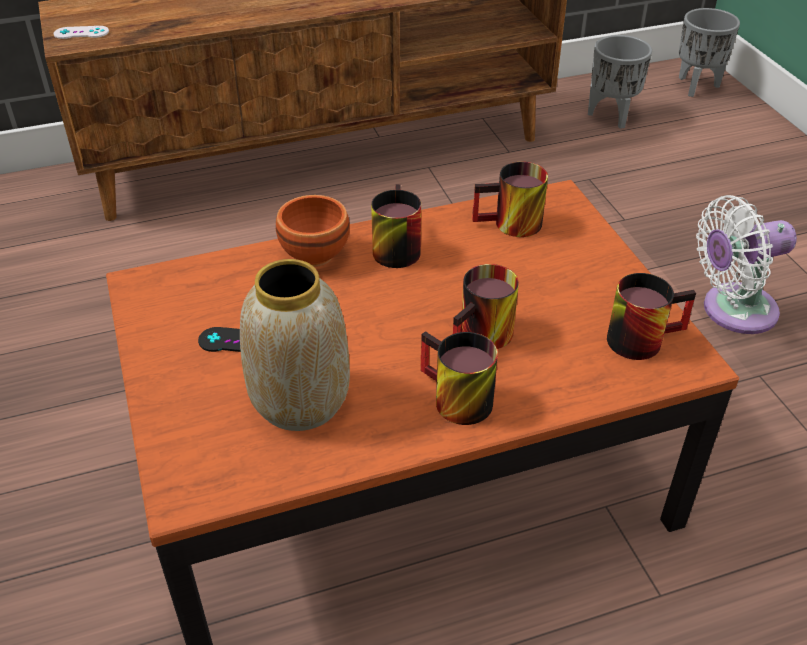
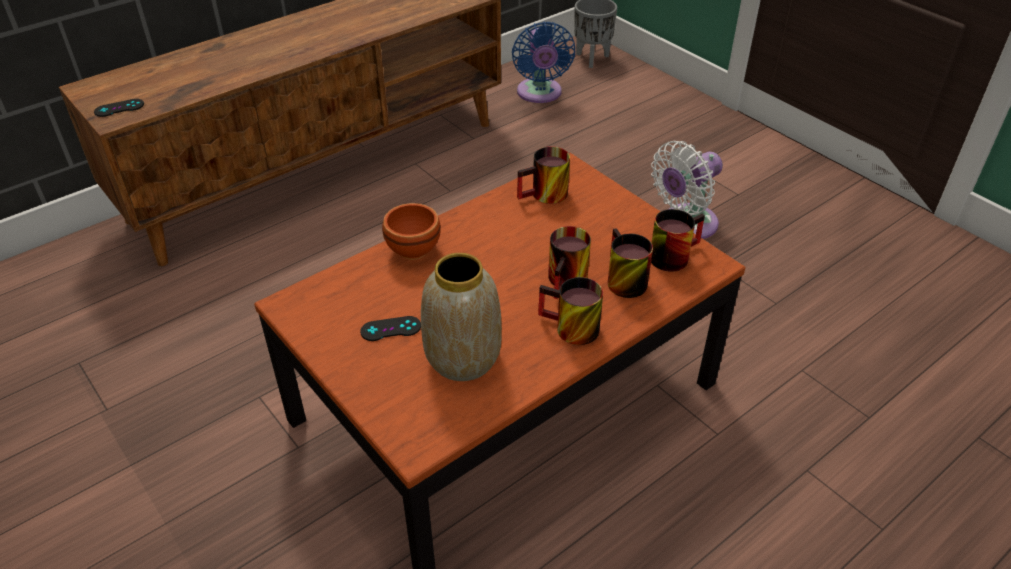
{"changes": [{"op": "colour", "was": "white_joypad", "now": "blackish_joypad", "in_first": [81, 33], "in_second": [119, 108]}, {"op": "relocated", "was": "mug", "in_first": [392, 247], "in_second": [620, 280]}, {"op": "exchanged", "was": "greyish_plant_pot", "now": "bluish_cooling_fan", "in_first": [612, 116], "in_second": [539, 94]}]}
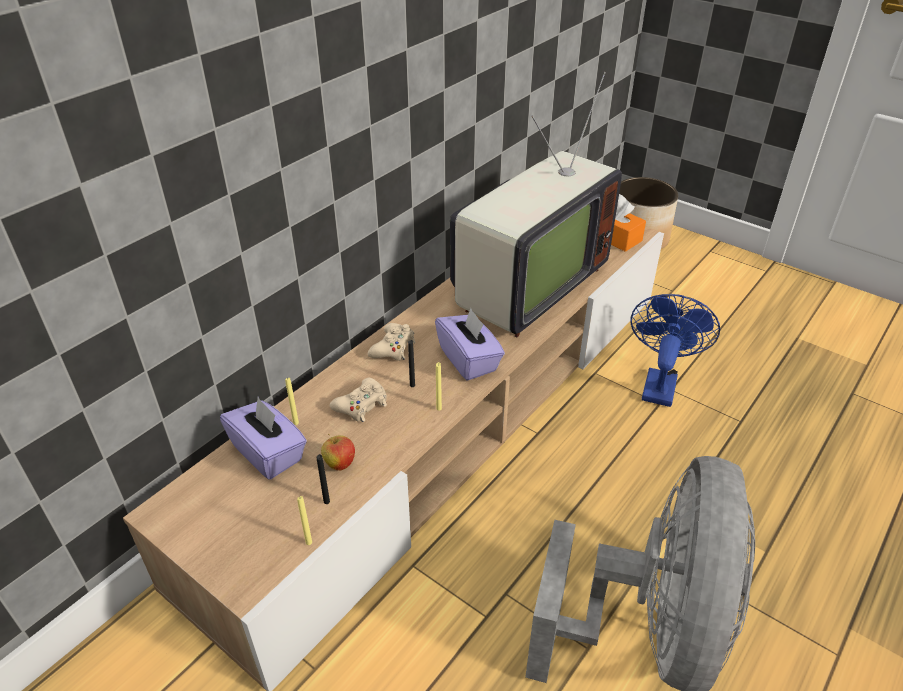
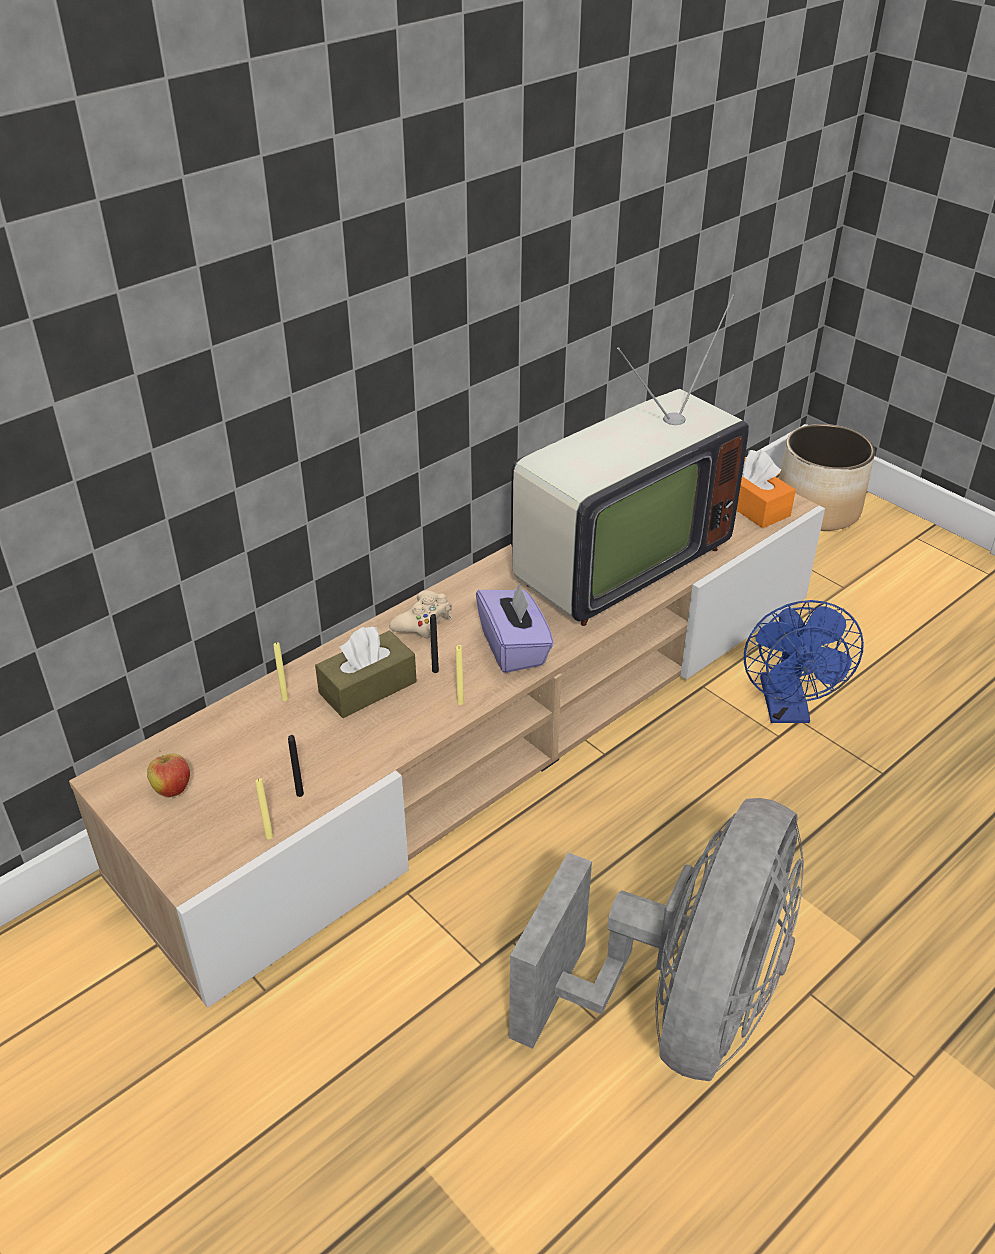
{"changes": [{"op": "missing", "was": "purple-coloured_box_of_tissues", "in_first": [269, 453]}, {"op": "relocated", "was": "apple", "in_first": [339, 464], "in_second": [172, 789]}, {"op": "exchanged", "was": "beige-coloured_joypad", "now": "brownish_box_of_tissues", "in_first": [361, 405], "in_second": [367, 687]}, {"op": "spun", "was": "bluish_cooling_fan", "in_first": [659, 383], "in_second": [787, 710], "clockwise": 150}]}
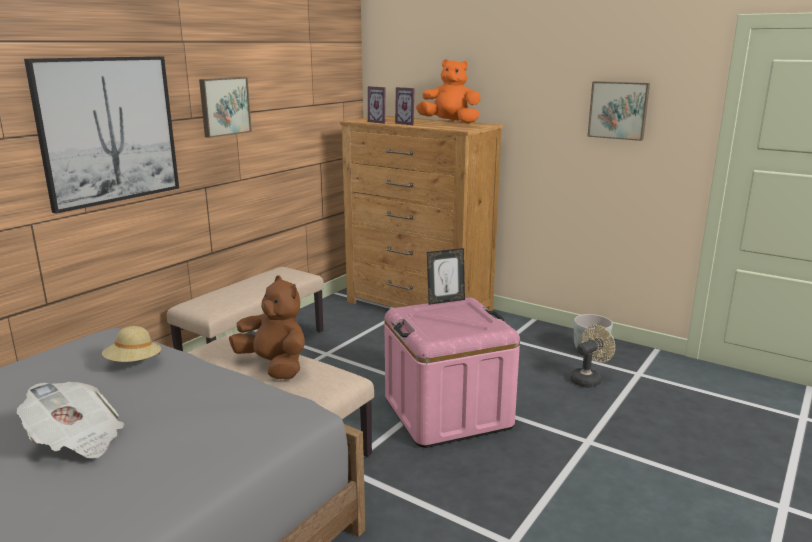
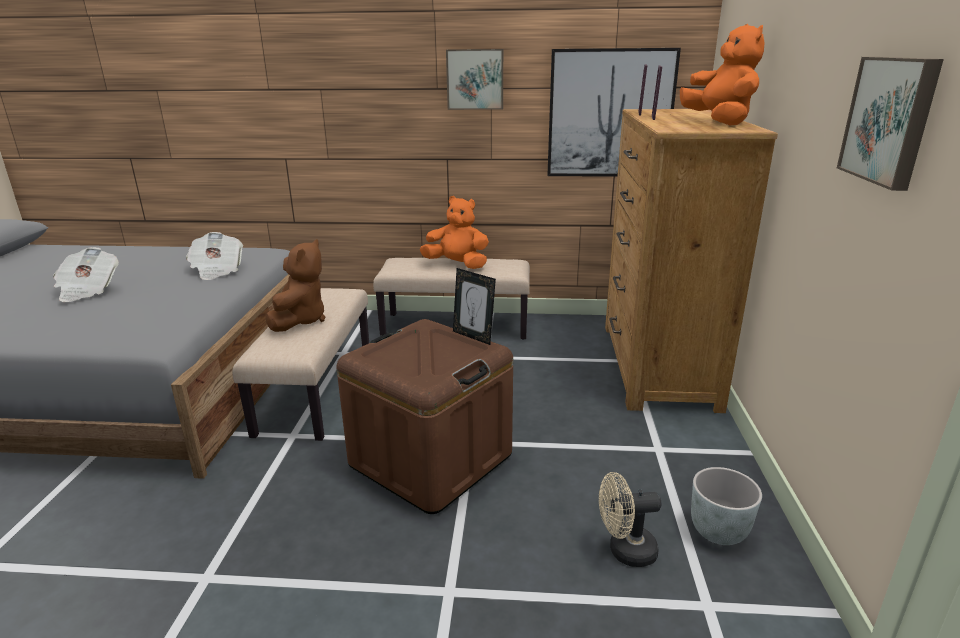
{"changes": [{"op": "relocated", "was": "picture", "in_first": [108, 130], "in_second": [610, 114]}, {"op": "exchanged", "was": "beige-coloured_hat", "now": "daily_paper", "in_first": [133, 363], "in_second": [217, 270]}, {"op": "colour", "was": "pinkish_storage_bin", "now": "brownish_storage_bin", "in_first": [447, 413], "in_second": [431, 460]}, {"op": "spun", "was": "beige-coloured_cooling_fan", "in_first": [588, 379], "in_second": [625, 551], "clockwise": 150}, {"op": "appeared", "now": "orange_cuddly_toy", "in_second": [457, 265]}]}
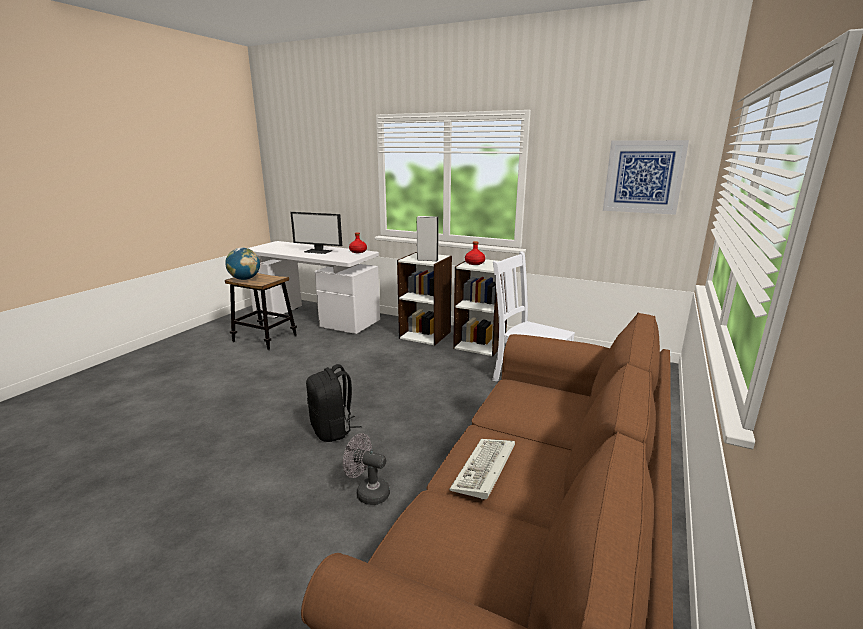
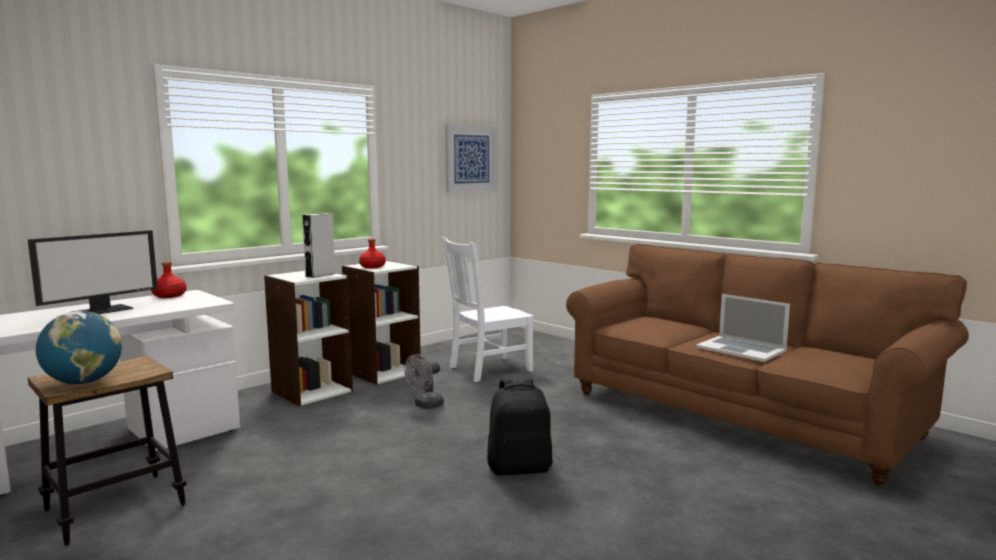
{"changes": [{"op": "relocated", "was": "greyish_cooling_fan", "in_first": [368, 492], "in_second": [425, 405]}, {"op": "exchanged", "was": "keyboard", "now": "laptop", "in_first": [484, 471], "in_second": [741, 349]}]}
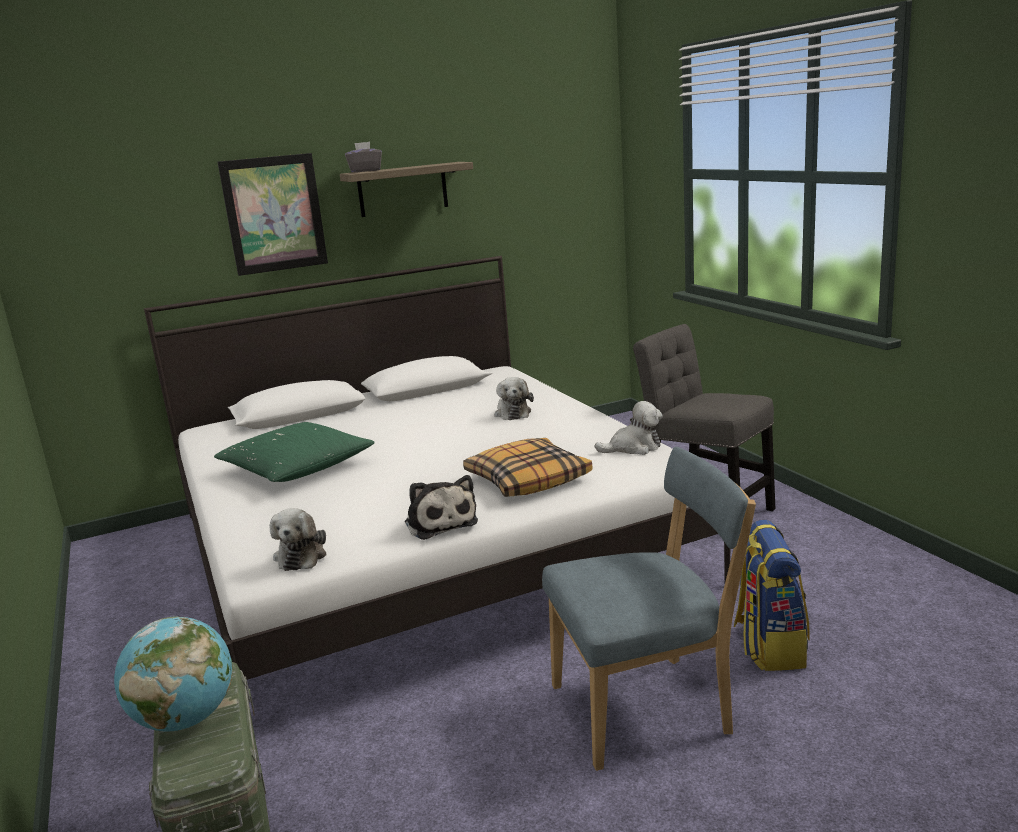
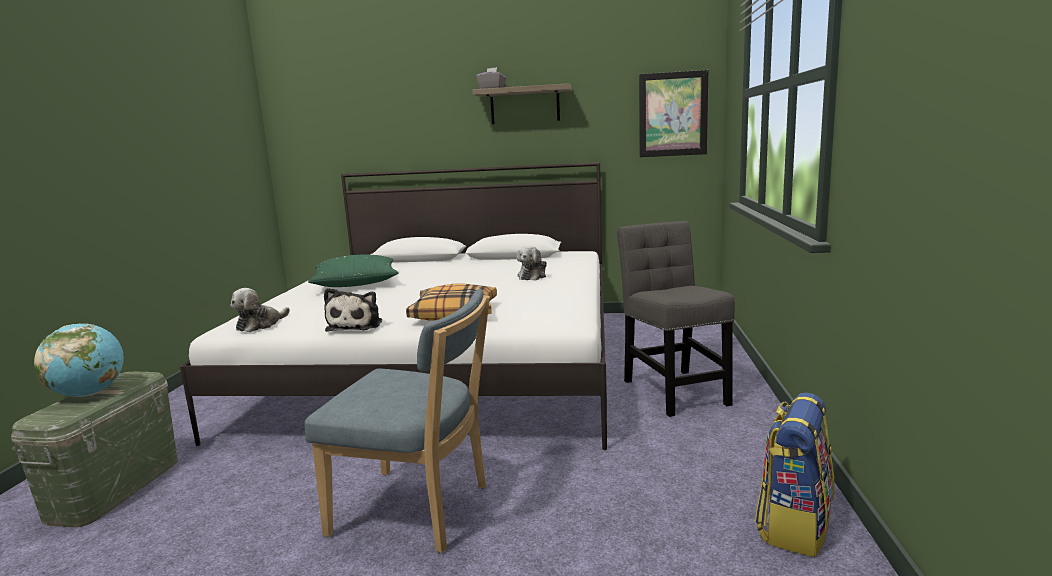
{"changes": [{"op": "relocated", "was": "picture", "in_first": [274, 214], "in_second": [673, 114]}, {"op": "missing", "was": "cuddly_toy", "in_first": [633, 448]}, {"op": "relocated", "was": "knapsack", "in_first": [769, 646], "in_second": [793, 525]}]}
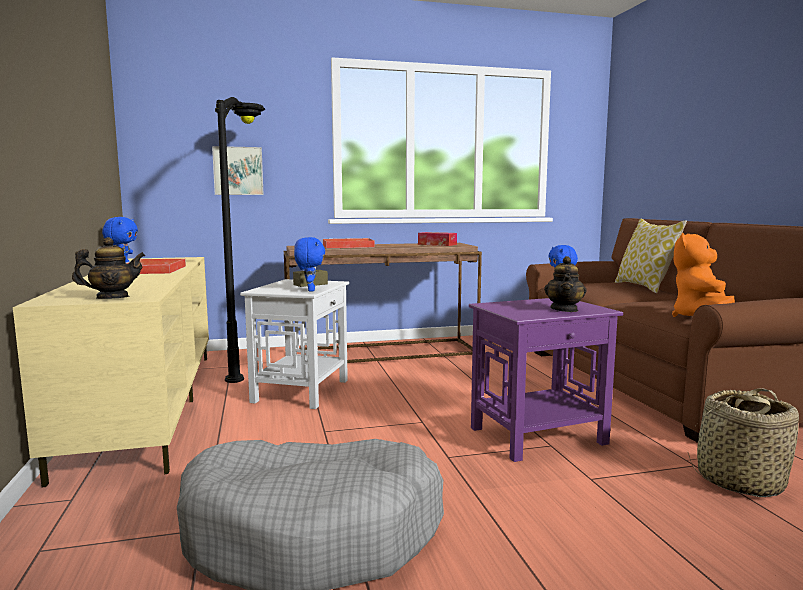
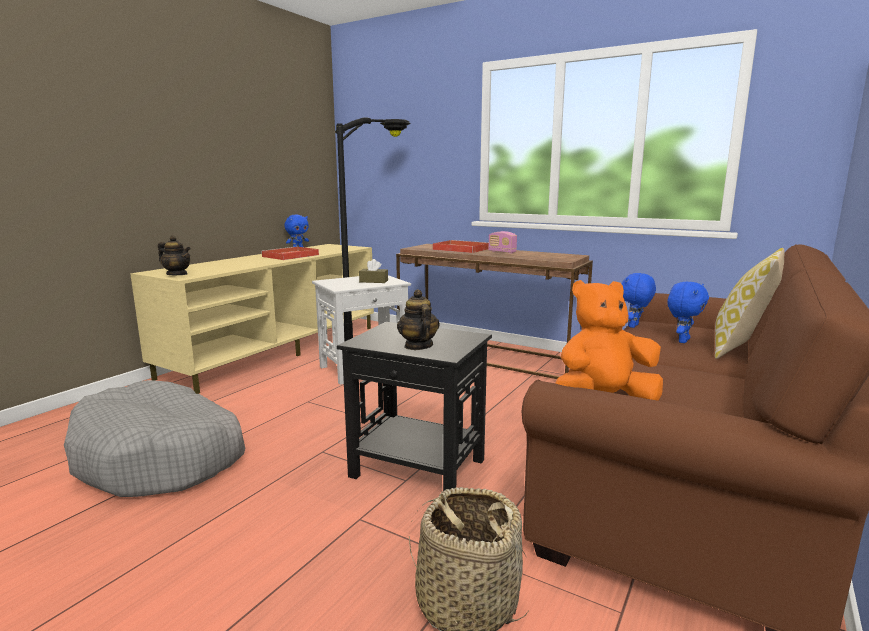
{"changes": [{"op": "missing", "was": "picture", "in_first": [238, 171]}, {"op": "relocated", "was": "bluish_cuddly_toy", "in_first": [310, 290], "in_second": [682, 340]}, {"op": "missing", "was": "box_of_tissues", "in_first": [437, 244]}, {"op": "colour", "was": "purple-coloured_end_table", "now": "blackish_end_table", "in_first": [539, 435], "in_second": [419, 468]}, {"op": "spun", "was": "teapot", "in_first": [564, 309], "in_second": [418, 346], "clockwise": 105}, {"op": "appeared", "now": "radio_set", "in_second": [502, 252]}]}
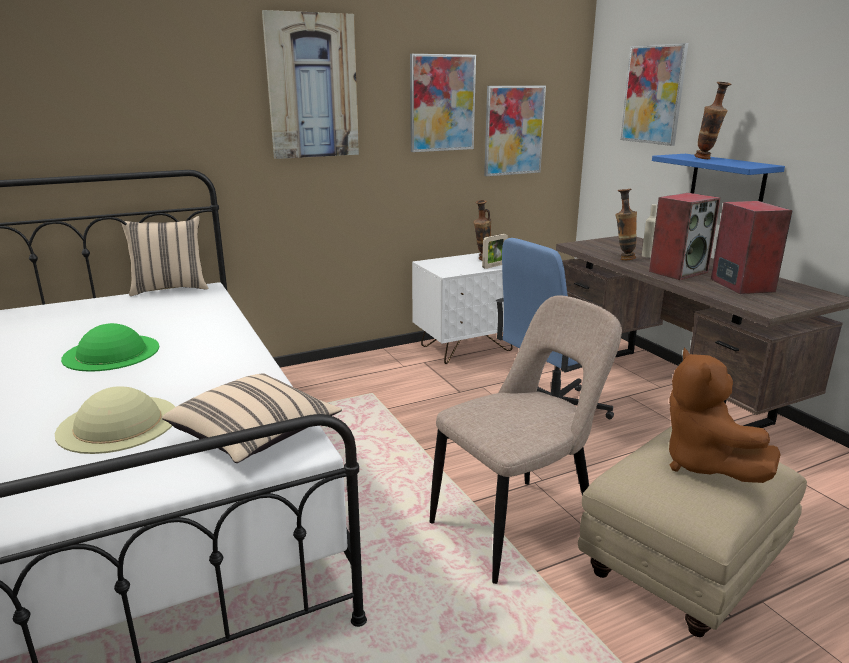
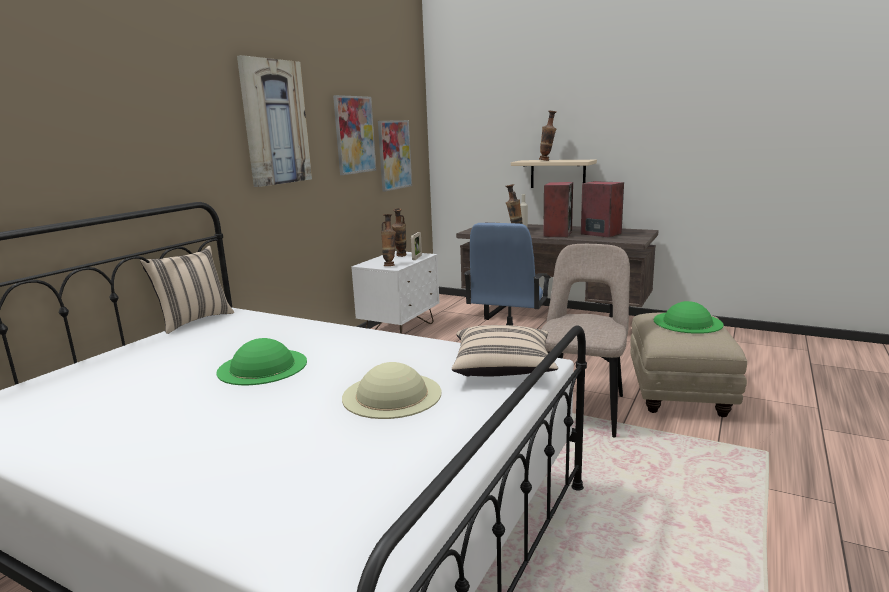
{"changes": [{"op": "missing", "was": "picture", "in_first": [653, 94]}, {"op": "colour", "was": "bluish_shelf", "now": "beige-coloured_shelf", "in_first": [727, 181], "in_second": [557, 174]}, {"op": "exchanged", "was": "brownish_cuddly_toy", "now": "greenish_hat", "in_first": [704, 465], "in_second": [687, 322]}, {"op": "appeared", "now": "vase", "in_second": [390, 265]}]}
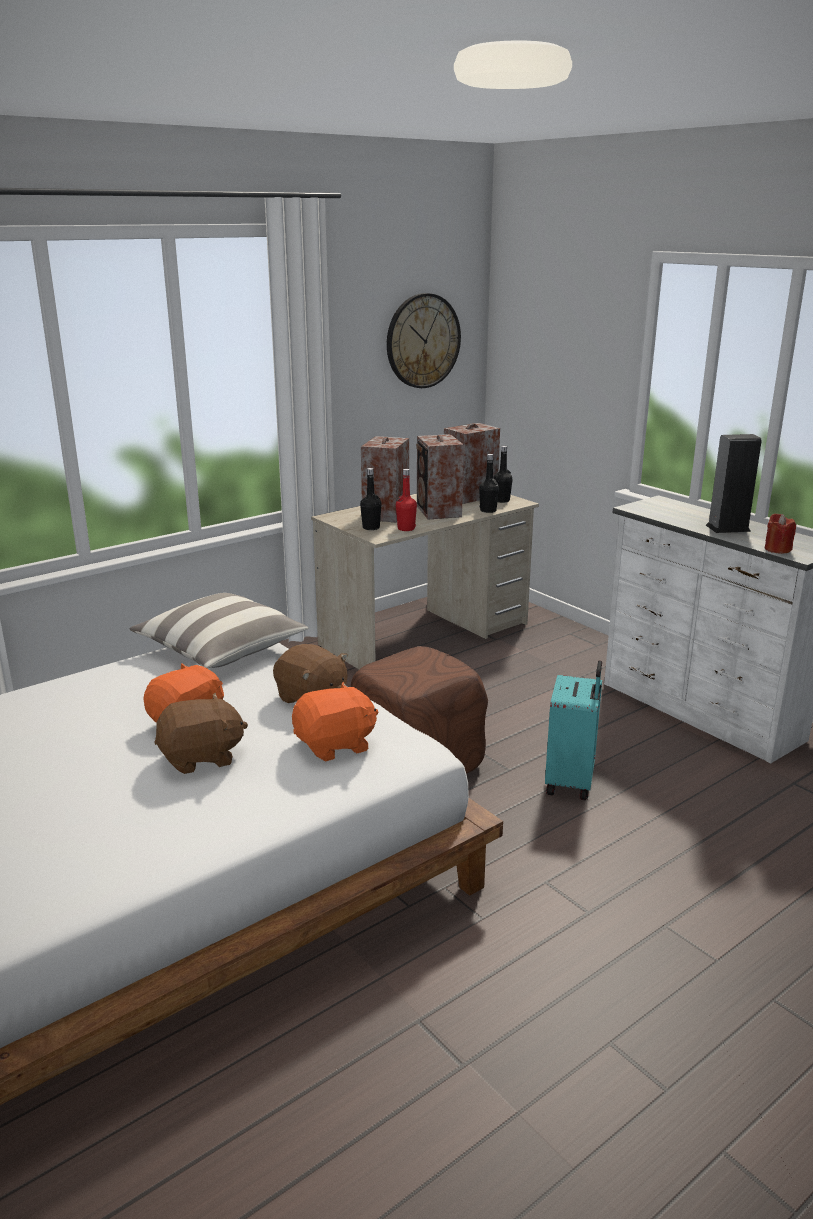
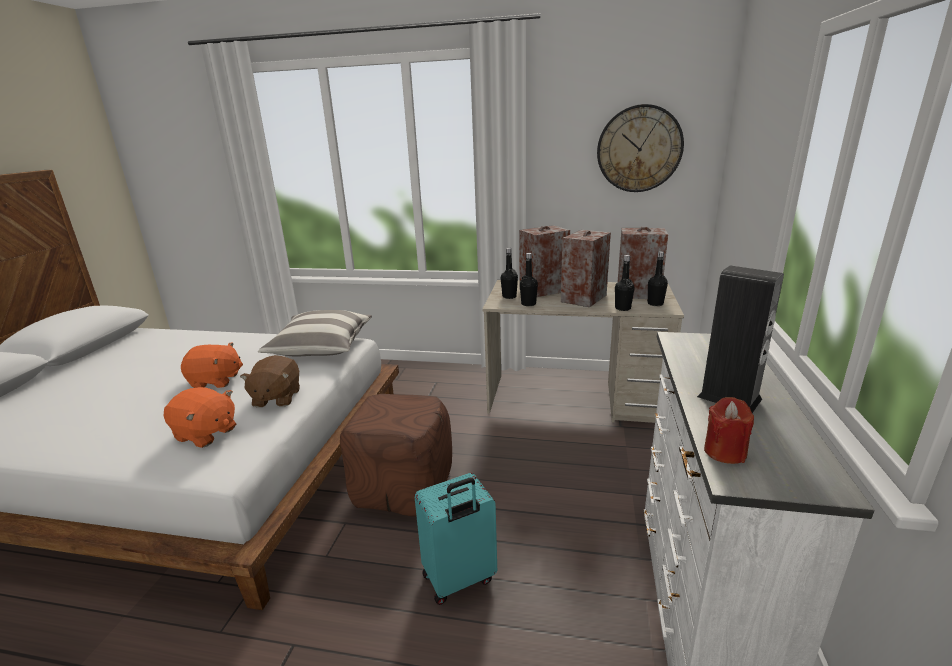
{"changes": [{"op": "missing", "was": "brownish_cuddly_toy", "in_first": [201, 757]}, {"op": "colour", "was": "reddish_beverage_bottle", "now": "blackish_beverage_bottle", "in_first": [406, 528], "in_second": [528, 304]}]}
